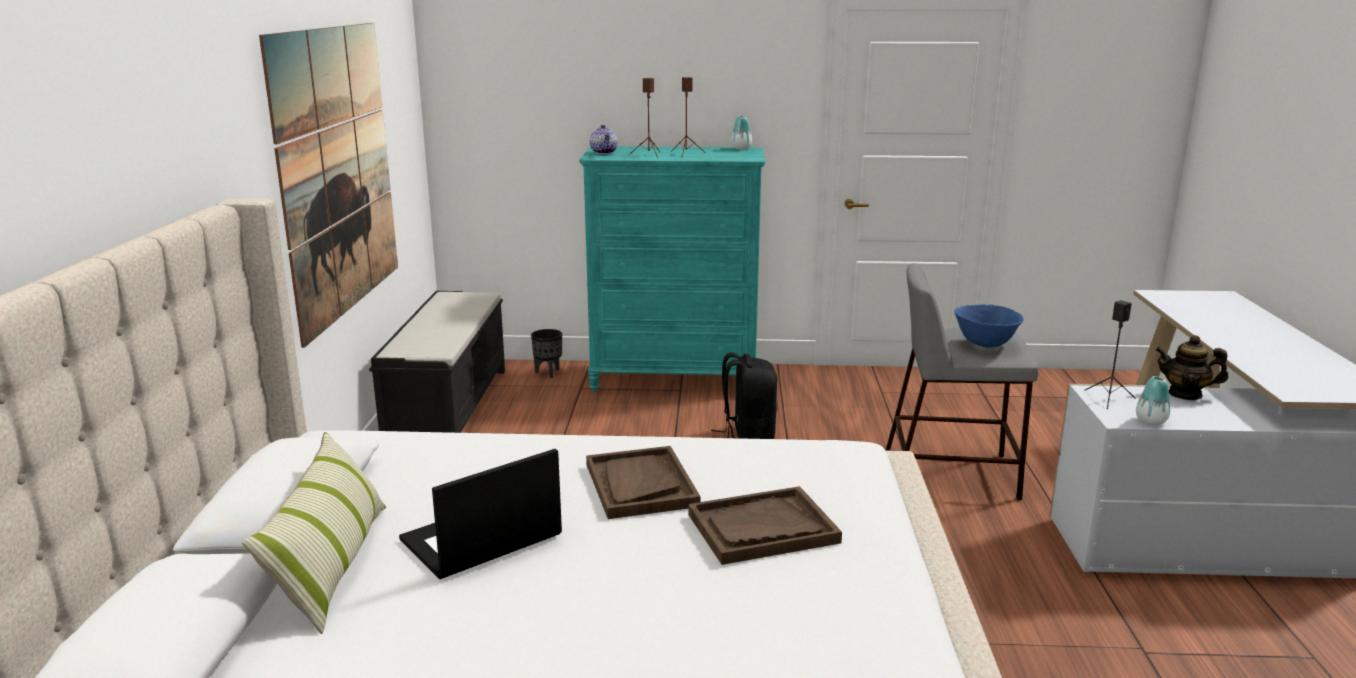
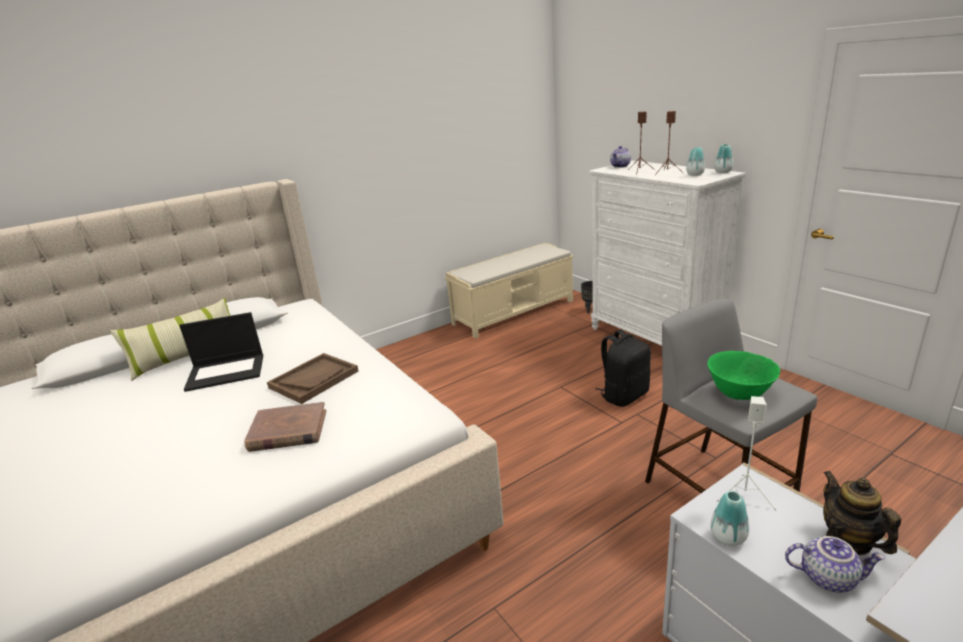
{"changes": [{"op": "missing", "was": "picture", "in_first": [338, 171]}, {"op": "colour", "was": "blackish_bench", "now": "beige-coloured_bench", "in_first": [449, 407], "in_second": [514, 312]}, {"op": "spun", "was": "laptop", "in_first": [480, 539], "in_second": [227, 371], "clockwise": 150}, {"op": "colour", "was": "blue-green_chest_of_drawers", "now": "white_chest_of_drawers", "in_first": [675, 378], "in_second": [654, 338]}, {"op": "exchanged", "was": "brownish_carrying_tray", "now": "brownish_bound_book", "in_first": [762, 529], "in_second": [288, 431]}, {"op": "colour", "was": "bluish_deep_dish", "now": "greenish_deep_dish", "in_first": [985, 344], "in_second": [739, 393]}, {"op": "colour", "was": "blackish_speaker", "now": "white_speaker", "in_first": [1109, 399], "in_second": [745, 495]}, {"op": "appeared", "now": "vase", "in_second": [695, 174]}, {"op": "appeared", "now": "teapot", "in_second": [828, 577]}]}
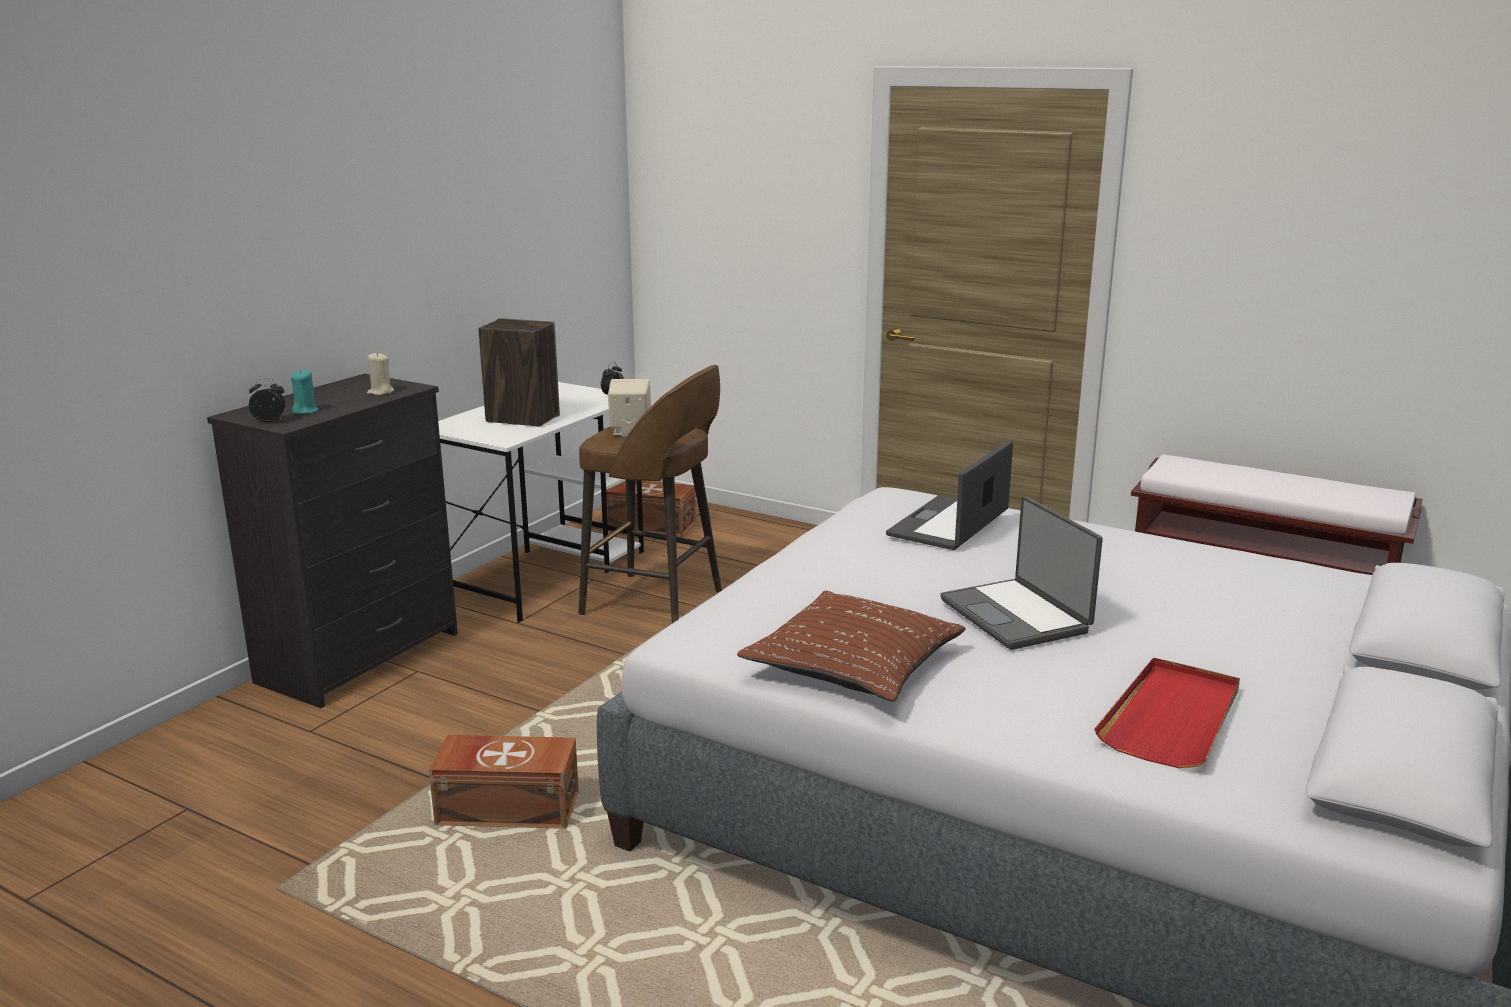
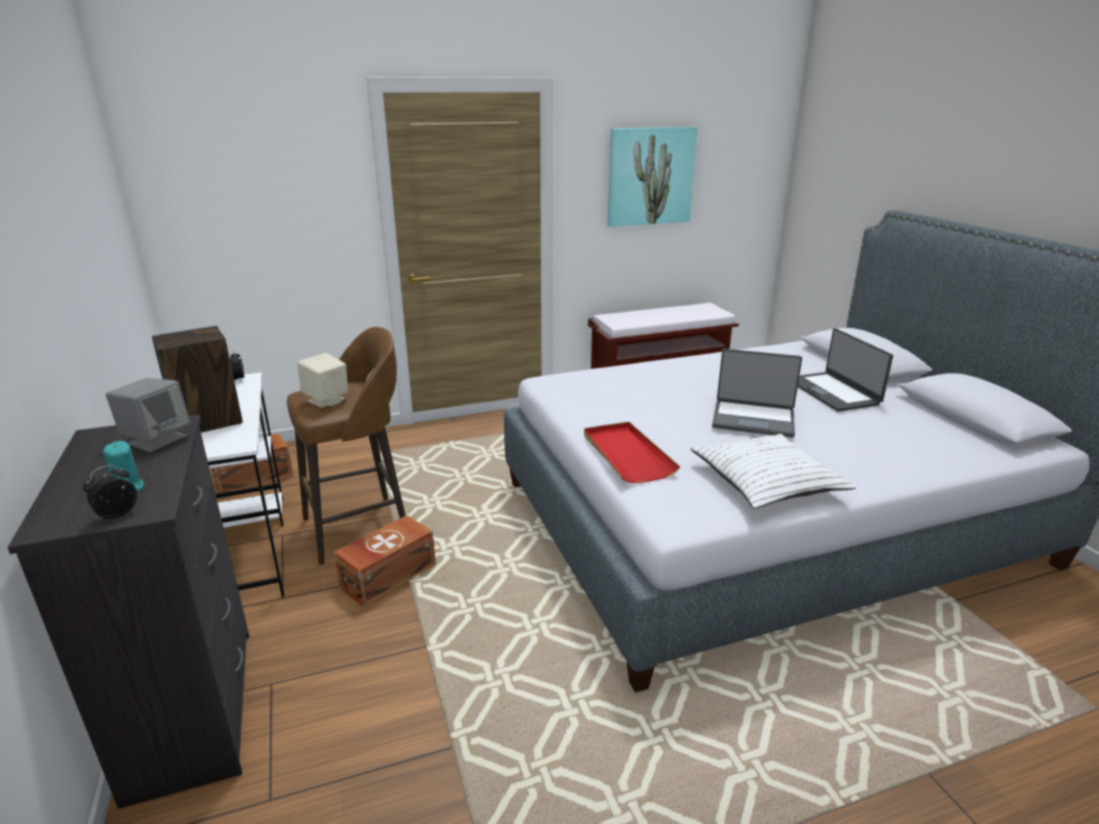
{"changes": [{"op": "exchanged", "was": "beige-coloured_wax_candle", "now": "greyish_speaker", "in_first": [380, 392], "in_second": [157, 440]}, {"op": "relocated", "was": "brownish_storage_bin", "in_first": [506, 808], "in_second": [386, 576]}, {"op": "colour", "was": "brownish_throw_pillow", "now": "white_throw_pillow", "in_first": [854, 664], "in_second": [766, 482]}, {"op": "relocated", "was": "laptop", "in_first": [950, 524], "in_second": [833, 392]}, {"op": "relocated", "was": "reddish_carrying_tray", "in_first": [1172, 718], "in_second": [627, 455]}, {"op": "appeared", "now": "picture", "in_second": [650, 176]}]}
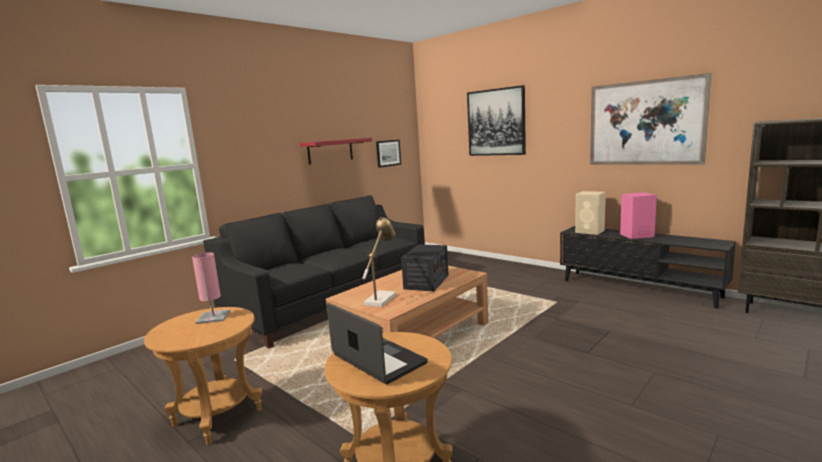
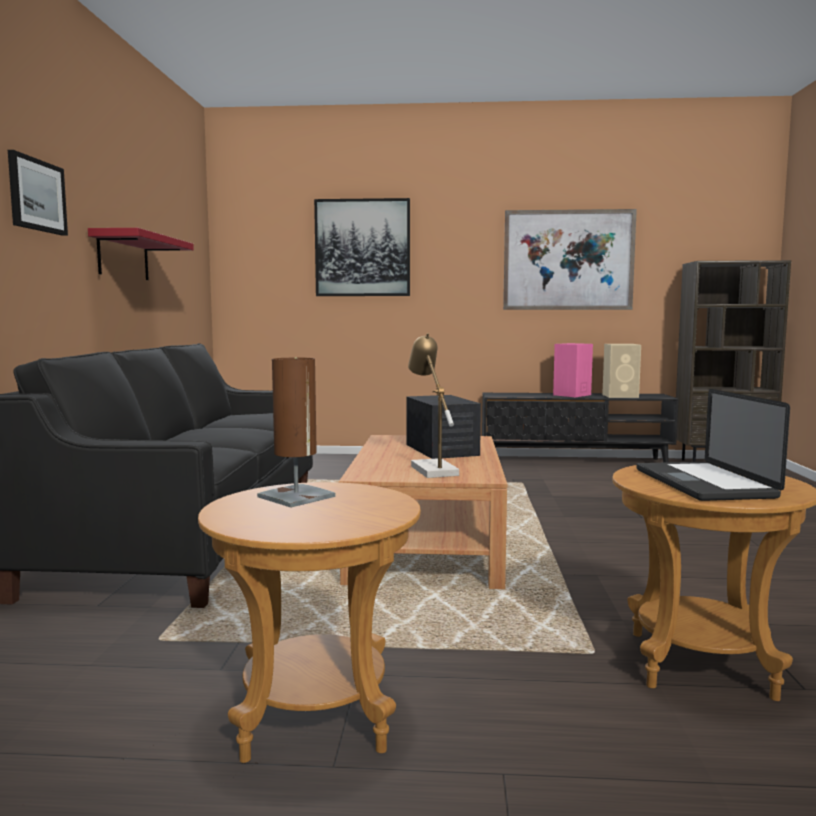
{"changes": [{"op": "colour", "was": "pinkish_table_lamp", "now": "brownish_table_lamp", "in_first": [213, 317], "in_second": [296, 497]}, {"op": "spun", "was": "laptop", "in_first": [378, 359], "in_second": [703, 483], "clockwise": -105}, {"op": "relocated", "was": "picture", "in_first": [388, 153], "in_second": [36, 195]}, {"op": "relocated", "was": "beige-coloured_speaker", "in_first": [590, 231], "in_second": [621, 396]}]}
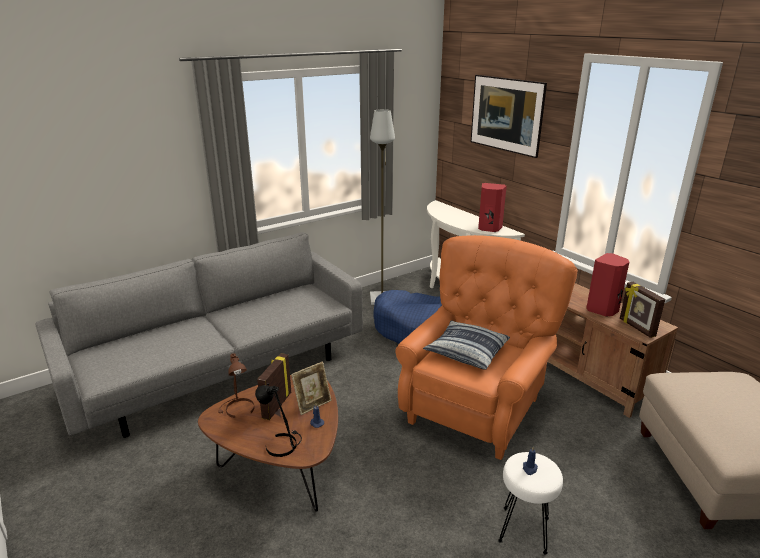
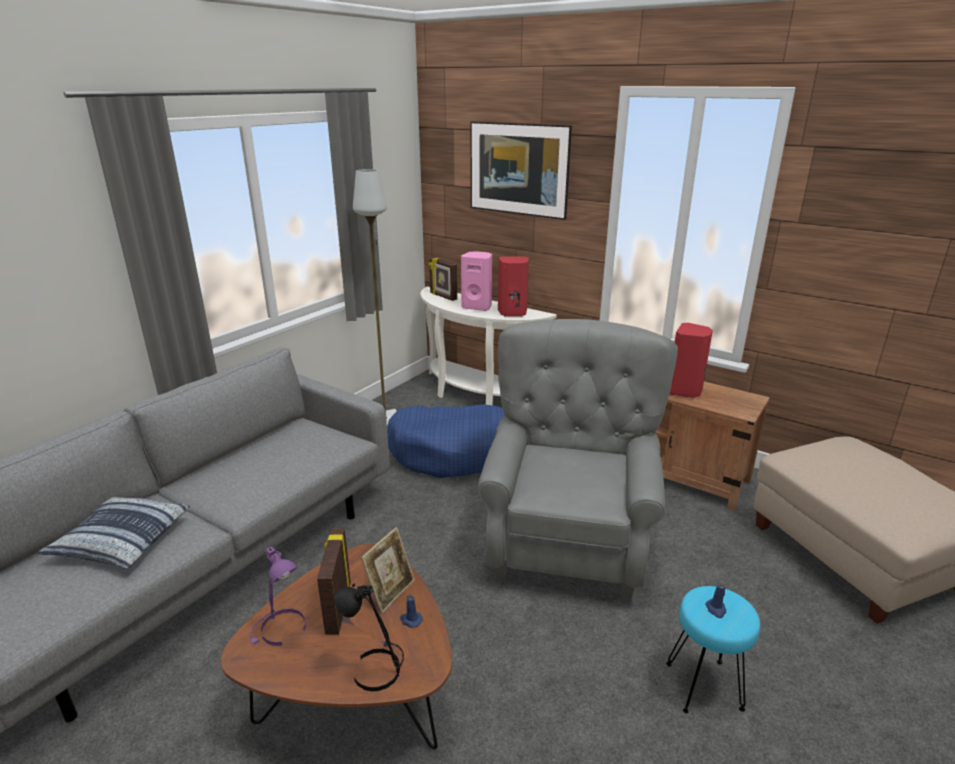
{"changes": [{"op": "colour", "was": "brownish_table_lamp", "now": "purple-coloured_table_lamp", "in_first": [238, 409], "in_second": [280, 630]}, {"op": "colour", "was": "orange_lounge_chair", "now": "greyish_lounge_chair", "in_first": [477, 407], "in_second": [569, 538]}, {"op": "relocated", "was": "throw_pillow", "in_first": [466, 351], "in_second": [121, 540]}, {"op": "colour", "was": "white_stool", "now": "blue-green_stool", "in_first": [524, 530], "in_second": [703, 687]}, {"op": "relocated", "was": "picture_frame", "in_first": [636, 327], "in_second": [443, 296]}, {"op": "appeared", "now": "pinkish_speaker", "in_second": [477, 307]}]}
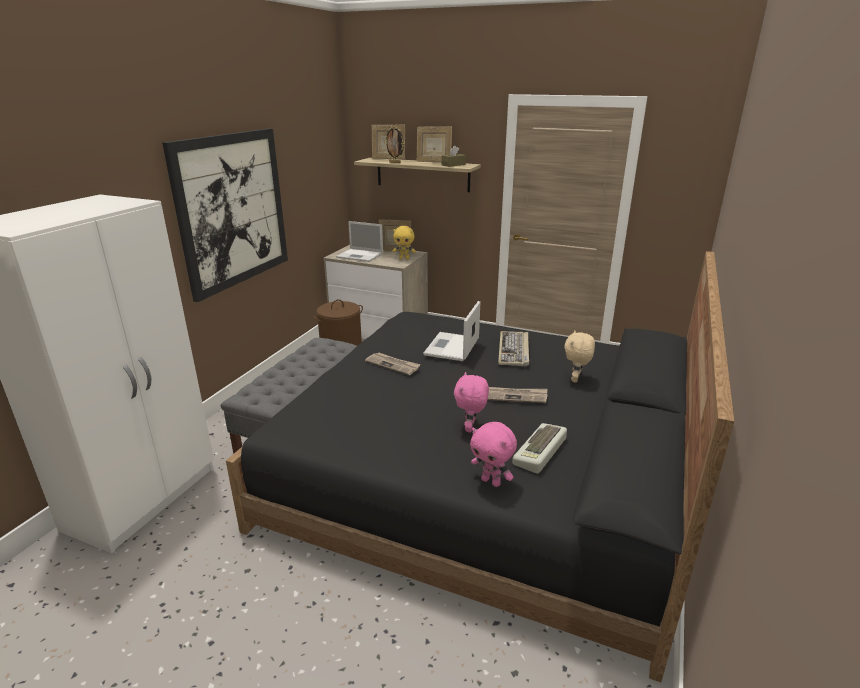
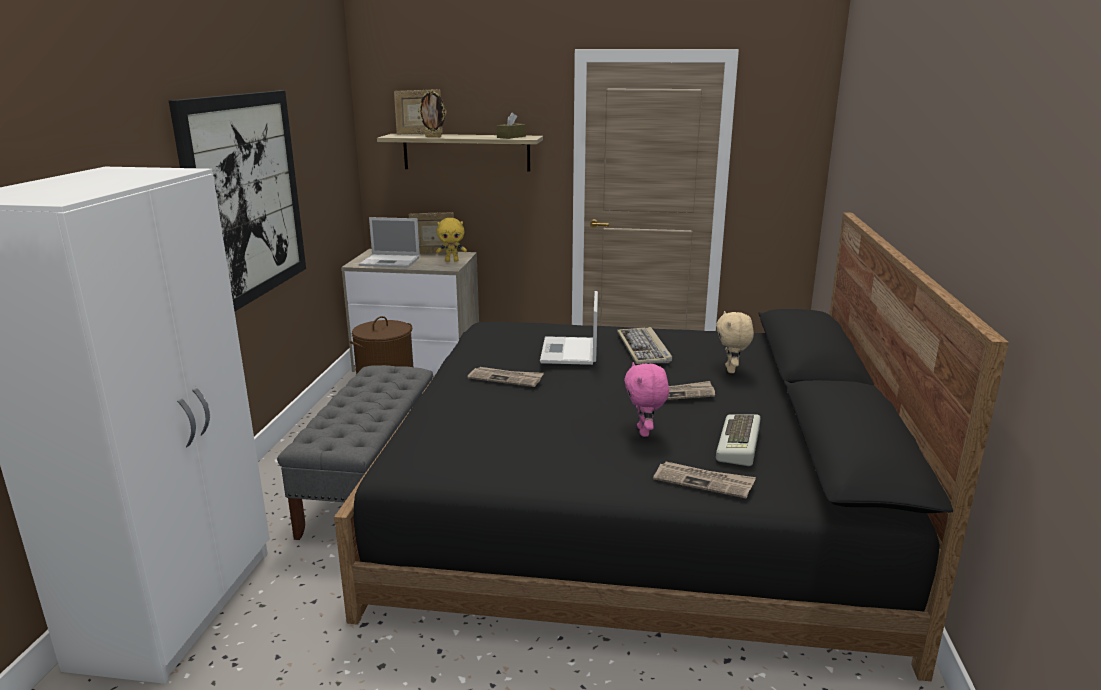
{"changes": [{"op": "missing", "was": "picture_frame", "in_first": [433, 162]}, {"op": "exchanged", "was": "pinkish_cuddly_toy", "now": "daily_paper", "in_first": [491, 481], "in_second": [704, 482]}]}
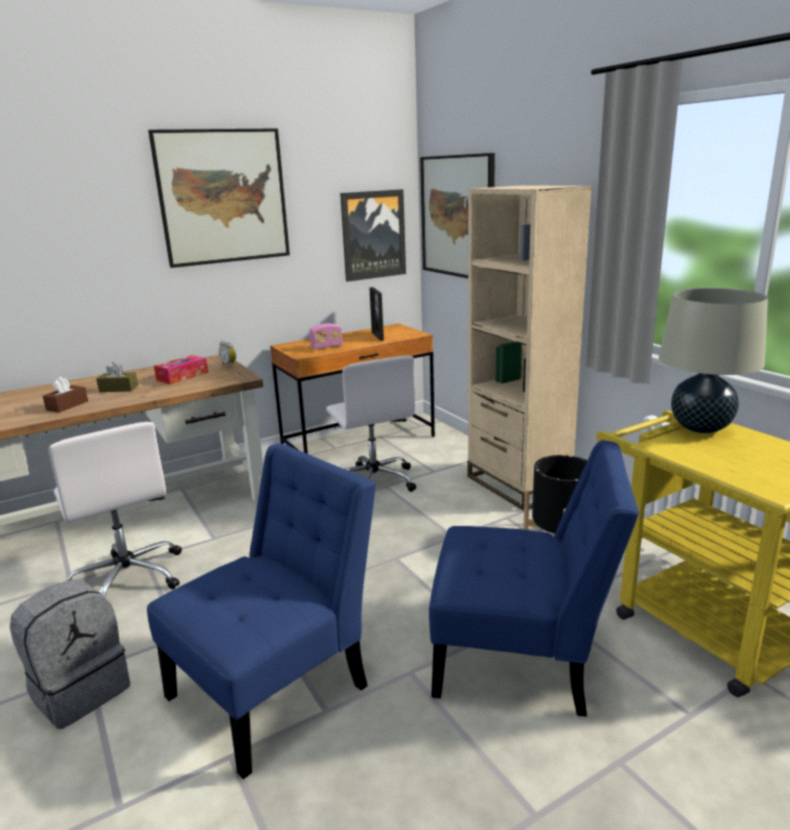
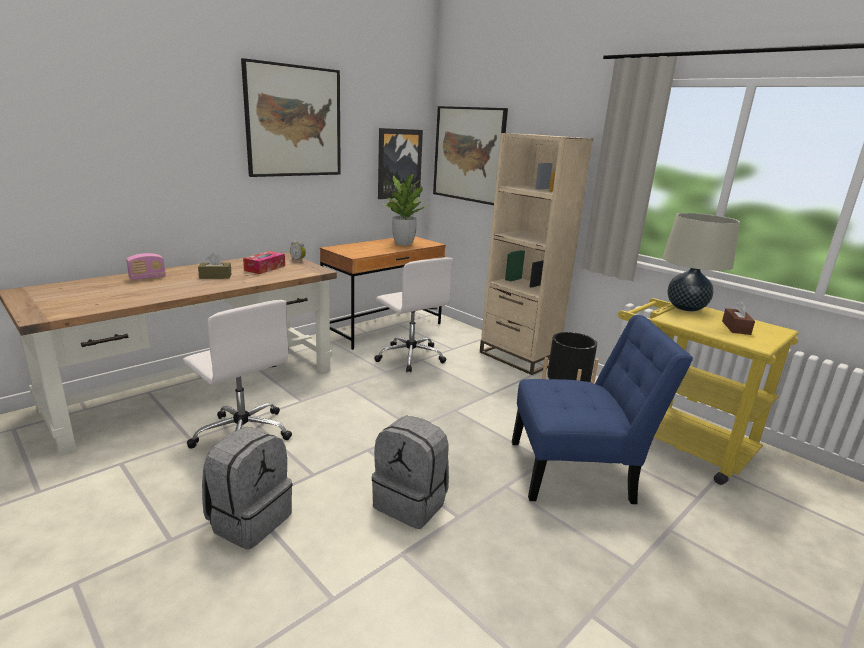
{"changes": [{"op": "relocated", "was": "brownish_box_of_tissues", "in_first": [67, 405], "in_second": [736, 328]}, {"op": "exchanged", "was": "bluish_plain_chair", "now": "greyish_knapsack", "in_first": [277, 685], "in_second": [411, 503]}, {"op": "relocated", "was": "radio_set", "in_first": [326, 347], "in_second": [147, 278]}, {"op": "exchanged", "was": "picture_frame", "now": "houseplant", "in_first": [377, 336], "in_second": [403, 243]}]}
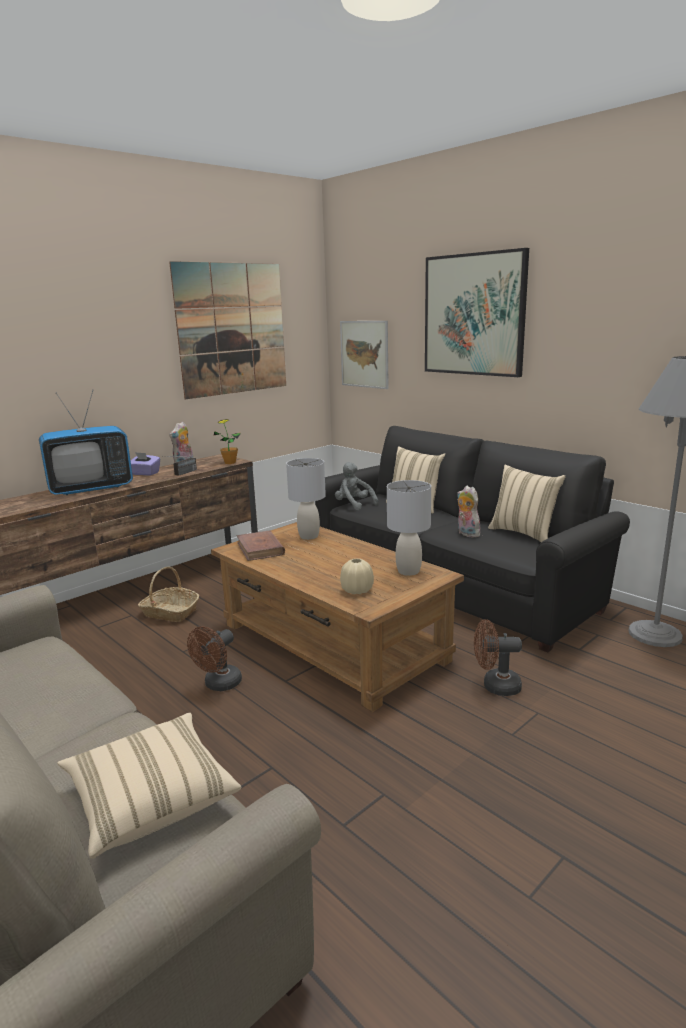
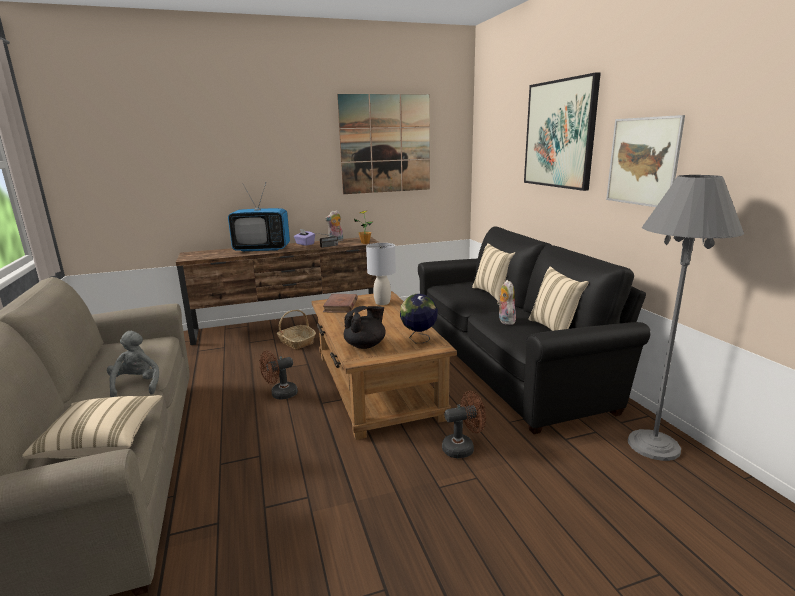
{"changes": [{"op": "relocated", "was": "greyish_cuddly_toy", "in_first": [354, 505], "in_second": [136, 386]}, {"op": "relocated", "was": "picture", "in_first": [364, 354], "in_second": [642, 161]}, {"op": "exchanged", "was": "beige-coloured_vase", "now": "blackish_teapot", "in_first": [357, 590], "in_second": [365, 345]}, {"op": "exchanged", "was": "greyish_table_lamp", "now": "desk_globe", "in_first": [409, 571], "in_second": [418, 340]}, {"op": "spun", "was": "brownish_cooling_fan", "in_first": [495, 686], "in_second": [463, 448], "clockwise": 135}]}
